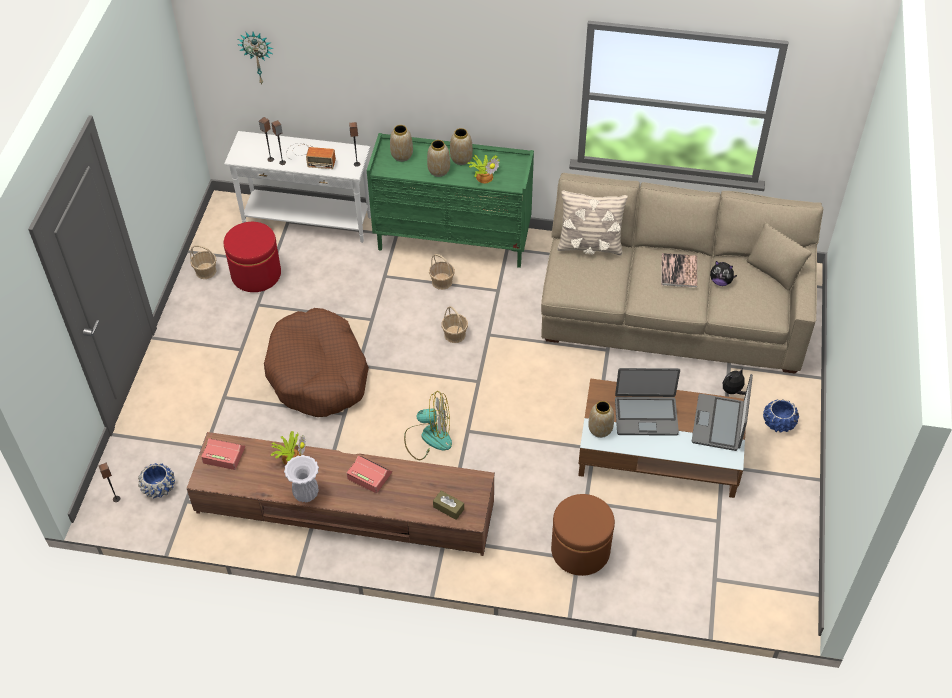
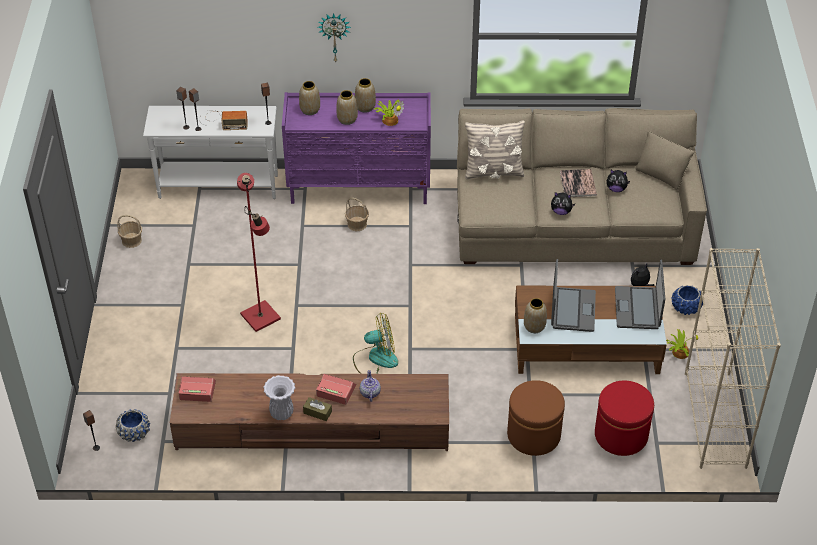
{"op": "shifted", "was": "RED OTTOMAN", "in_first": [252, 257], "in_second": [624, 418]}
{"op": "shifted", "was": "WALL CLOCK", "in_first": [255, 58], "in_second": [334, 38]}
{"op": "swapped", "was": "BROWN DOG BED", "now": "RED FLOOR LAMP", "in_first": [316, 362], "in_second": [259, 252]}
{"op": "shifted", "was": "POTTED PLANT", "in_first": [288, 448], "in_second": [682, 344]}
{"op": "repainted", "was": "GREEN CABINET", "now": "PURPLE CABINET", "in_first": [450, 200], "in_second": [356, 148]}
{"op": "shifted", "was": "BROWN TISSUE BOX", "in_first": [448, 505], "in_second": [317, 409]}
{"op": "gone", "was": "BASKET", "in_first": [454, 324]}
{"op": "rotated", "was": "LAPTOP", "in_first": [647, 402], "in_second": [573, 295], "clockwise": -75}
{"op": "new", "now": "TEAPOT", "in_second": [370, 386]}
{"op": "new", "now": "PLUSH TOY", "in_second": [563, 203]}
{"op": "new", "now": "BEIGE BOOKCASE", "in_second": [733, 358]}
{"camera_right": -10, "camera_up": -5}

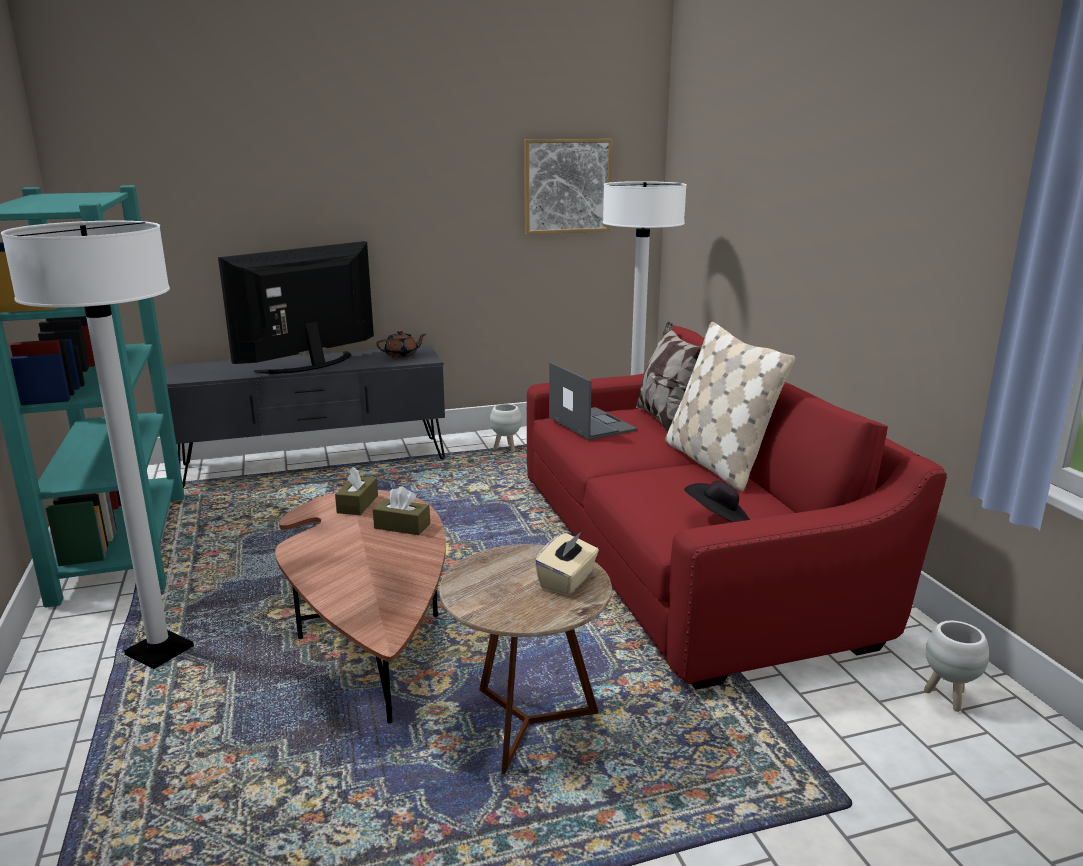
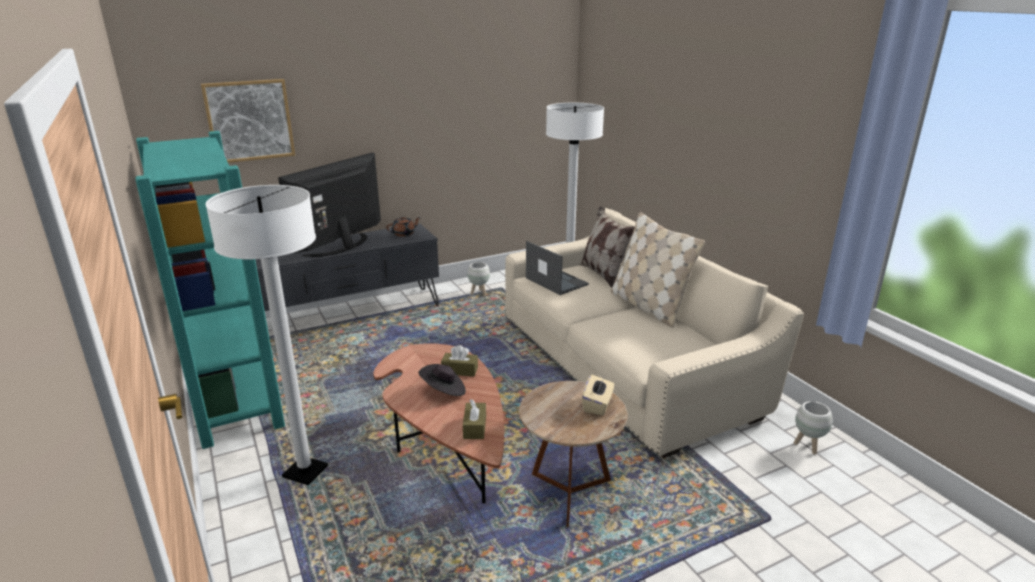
{"op": "shifted", "was": "BROWN TISSUE BOX", "in_first": [356, 491], "in_second": [474, 419]}
{"op": "shifted", "was": "PICTURE", "in_first": [568, 186], "in_second": [248, 121]}
{"op": "repainted", "was": "RED SOFA", "now": "BEIGE SOFA", "in_first": [737, 507], "in_second": [654, 333]}
{"op": "shifted", "was": "BLACK HAT", "in_first": [717, 501], "in_second": [442, 380]}
{"camera_right": -10, "camera_up": 5}

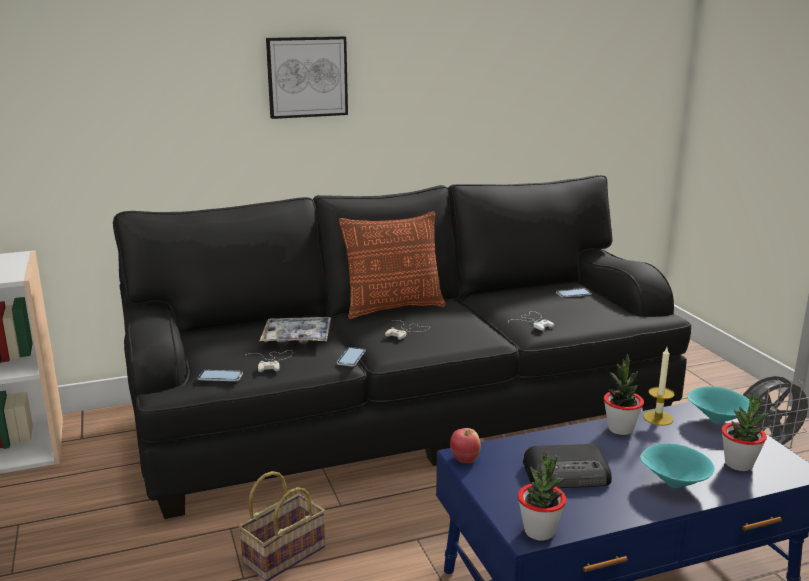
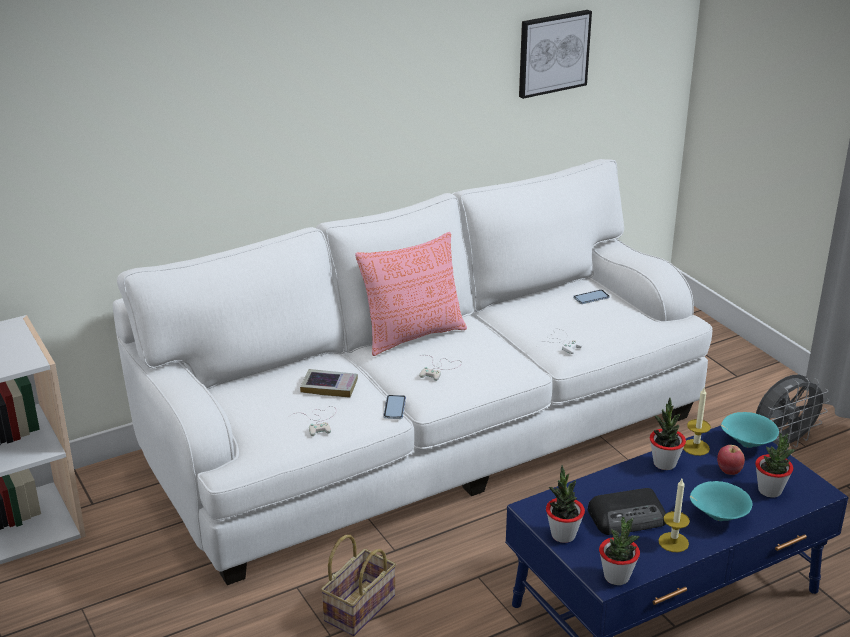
{"op": "repainted", "was": "BLACK SOFA", "now": "WHITE SOFA", "in_first": [402, 347], "in_second": [413, 372]}
{"op": "gone", "was": "PHONE", "in_first": [220, 375]}
{"op": "swapped", "was": "TRAY", "now": "BOOK", "in_first": [295, 330], "in_second": [329, 383]}
{"op": "shifted", "was": "PICTURE", "in_first": [307, 77], "in_second": [555, 54]}
{"op": "repainted", "was": "BROWN PILLOW", "now": "PINK PILLOW", "in_first": [392, 265], "in_second": [411, 294]}
{"op": "shifted", "was": "APPLE", "in_first": [465, 445], "in_second": [731, 460]}
{"op": "new", "now": "POTTED PLANT", "in_second": [565, 504]}
{"op": "new", "now": "CANDLE", "in_second": [674, 515]}
{"camera_right": -10, "camera_up": 10}

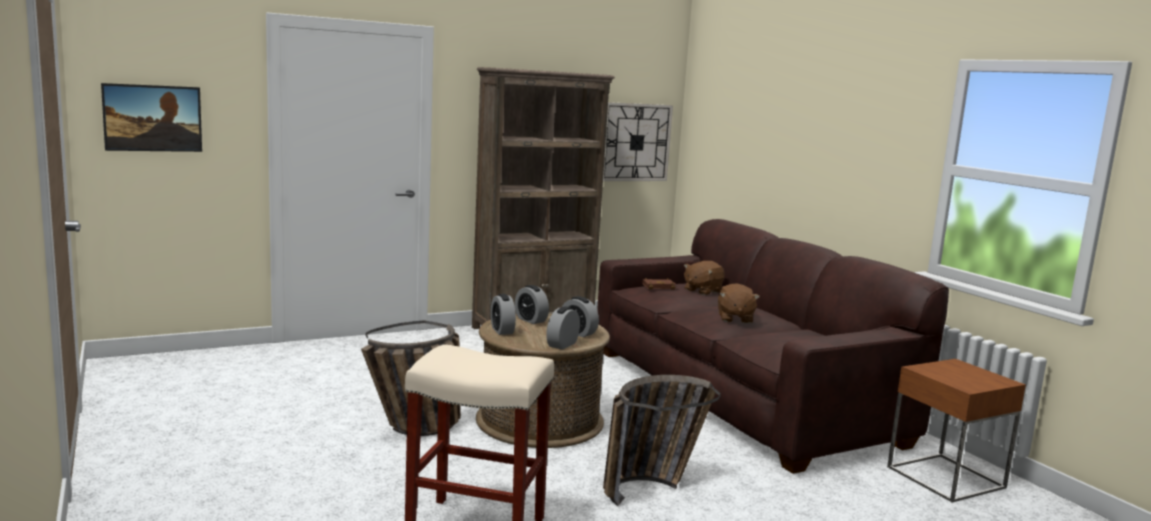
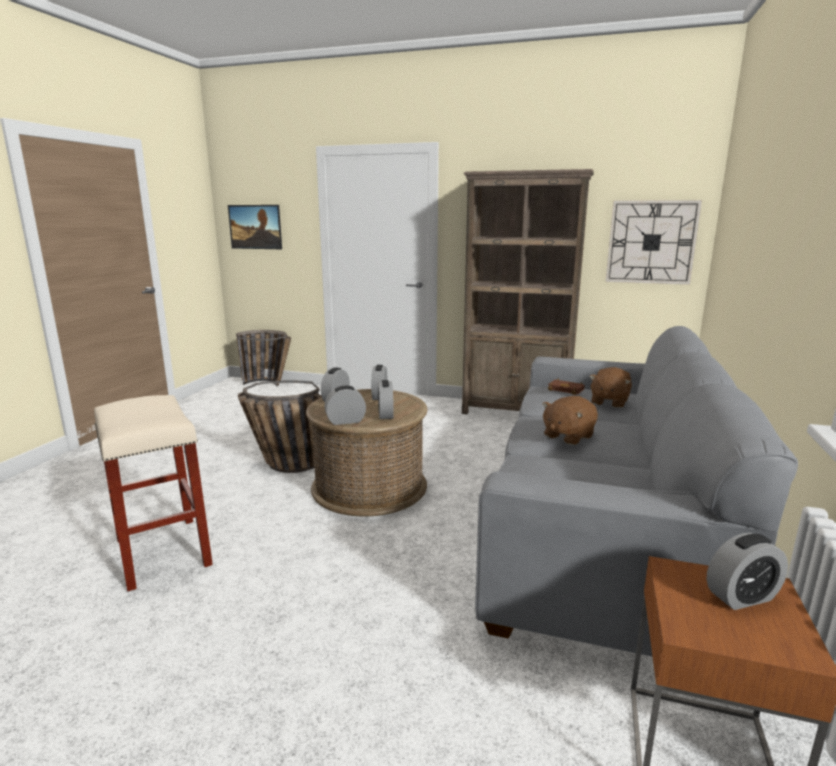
{"op": "repainted", "was": "BROWN SOFA", "now": "GREY SOFA", "in_first": [773, 346], "in_second": [636, 491]}
{"op": "shifted", "was": "BASKET", "in_first": [662, 440], "in_second": [263, 358]}
{"op": "rotated", "was": "BROWN PLUSH TOY", "in_first": [704, 278], "in_second": [610, 387], "clockwise": -60}
{"op": "new", "now": "ALARM CLOCK", "in_second": [747, 571]}
{"camera_right": 45, "camera_up": 5}

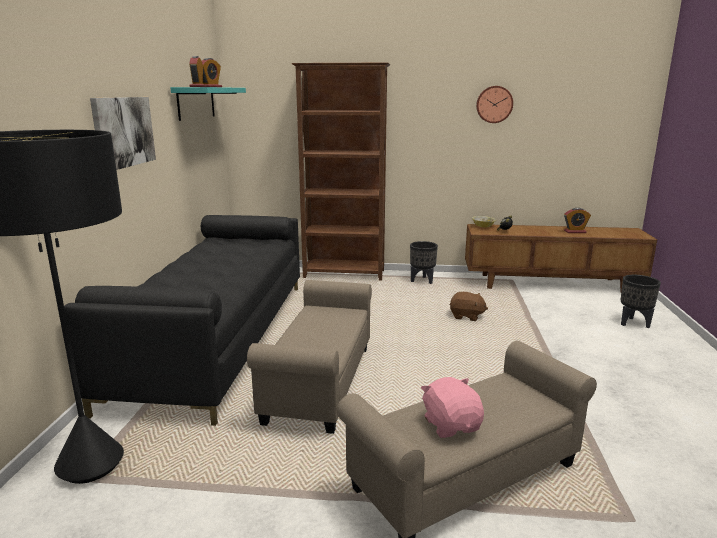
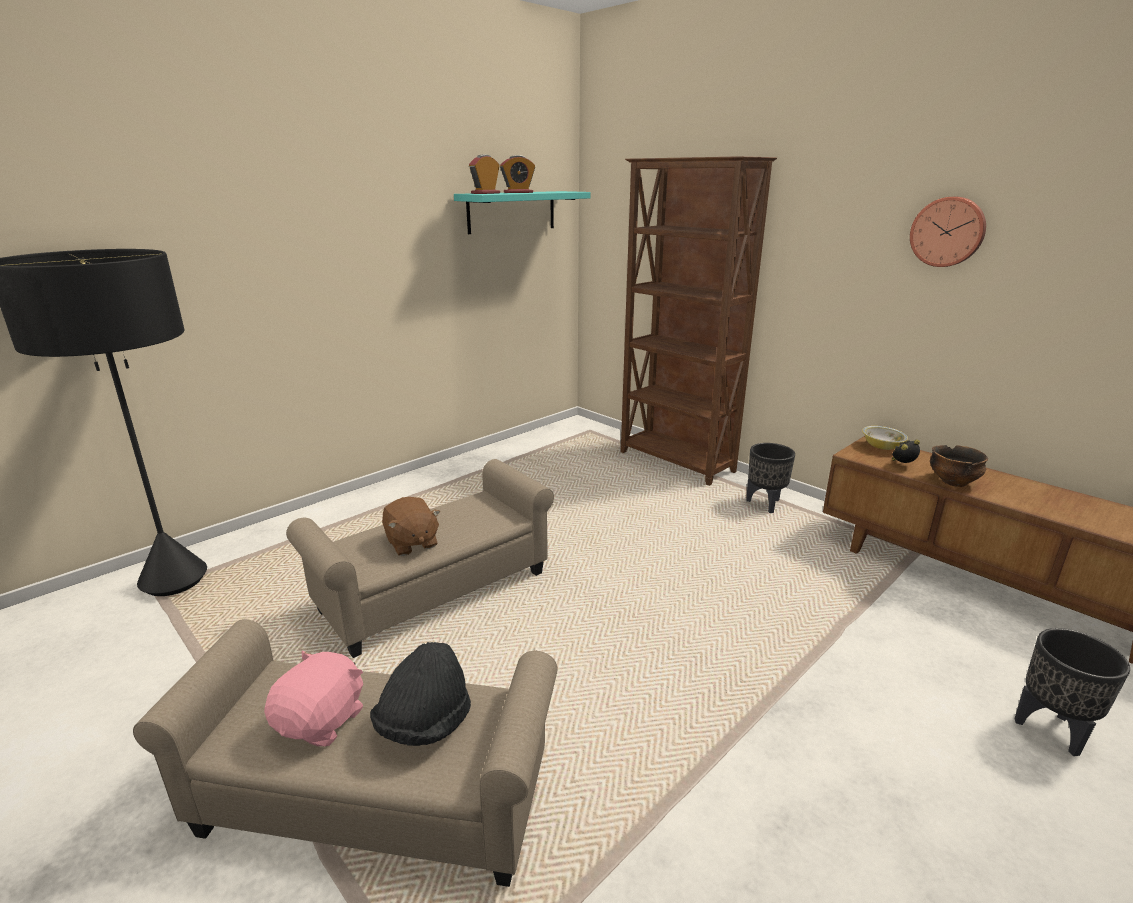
{"op": "gone", "was": "BLACK SOFA", "in_first": [182, 320]}
{"op": "gone", "was": "PICTURE", "in_first": [123, 133]}
{"op": "shifted", "was": "BROWN PLUSH TOY", "in_first": [469, 306], "in_second": [411, 526]}
{"op": "gone", "was": "ALARM CLOCK", "in_first": [577, 220]}
{"op": "new", "now": "BLACK HAT", "in_second": [420, 694]}
{"op": "new", "now": "BOWL", "in_second": [959, 466]}
{"camera_right": 40, "camera_up": 5}

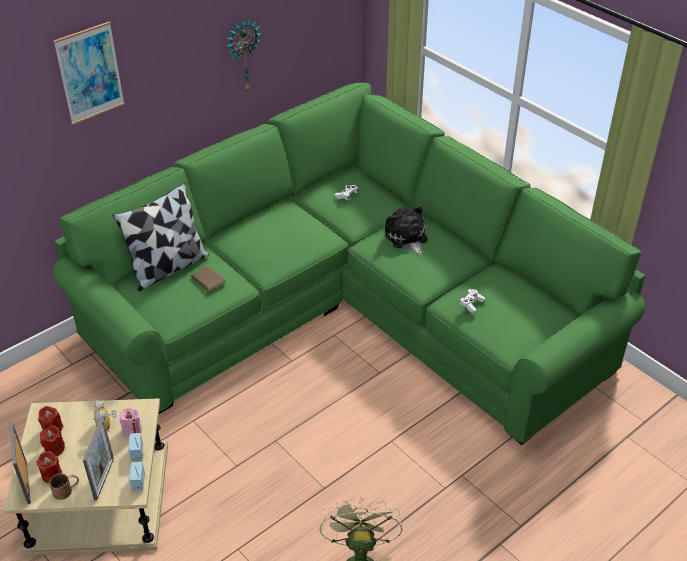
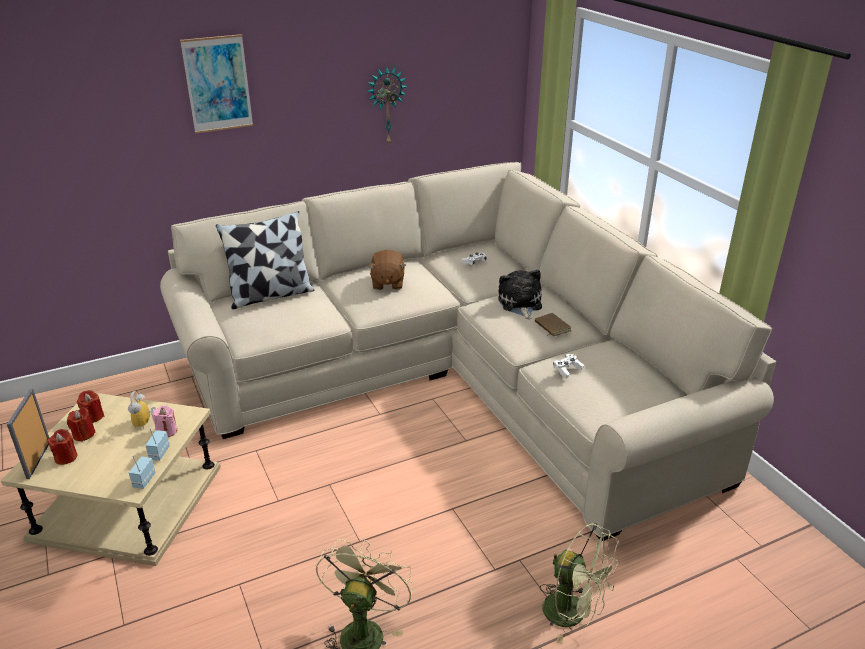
{"op": "gone", "was": "BROWN MUG", "in_first": [64, 486]}
{"op": "repainted", "was": "GREEN SOFA", "now": "BEIGE SOFA", "in_first": [349, 264], "in_second": [468, 351]}
{"op": "gone", "was": "PICTURE FRAME", "in_first": [98, 459]}
{"op": "shifted", "was": "BROWN BOOK", "in_first": [208, 279], "in_second": [553, 325]}
{"op": "new", "now": "BROWN PLUSH TOY", "in_second": [387, 270]}
{"op": "new", "now": "GREEN FAN", "in_second": [579, 583]}
{"camera_right": 15, "camera_up": -10}

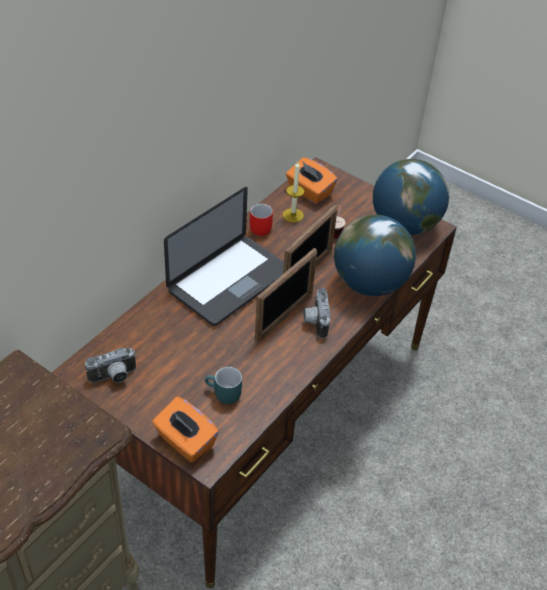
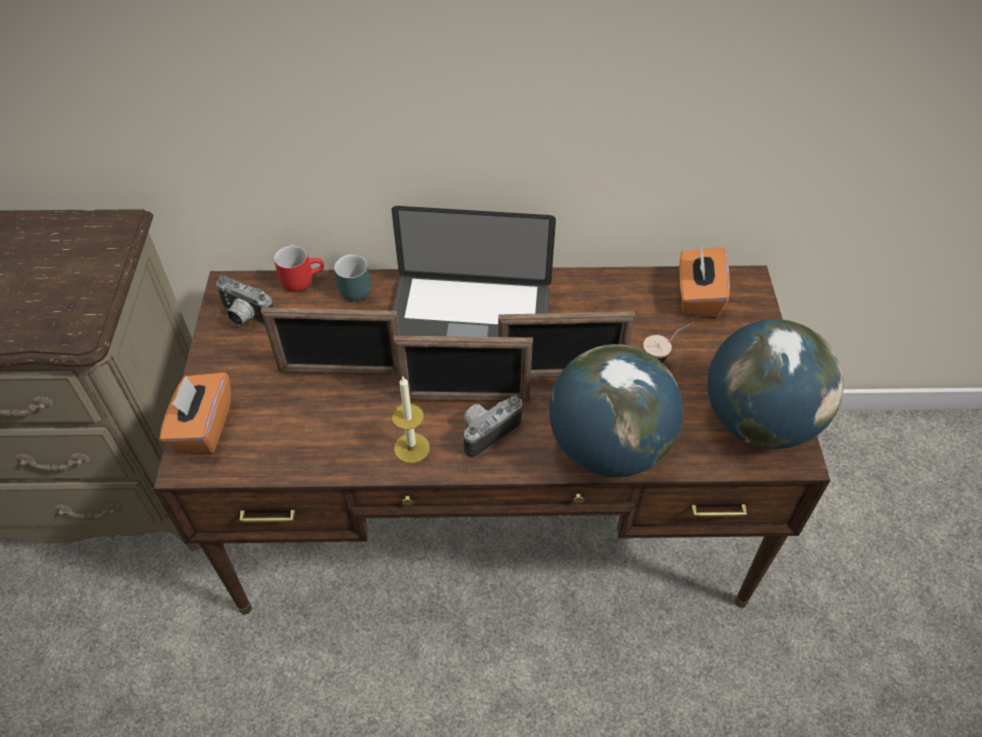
{"op": "shifted", "was": "TURQUOISE MUG", "in_first": [223, 385], "in_second": [352, 278]}
{"op": "shifted", "was": "RED MUG", "in_first": [261, 220], "in_second": [299, 268]}
{"op": "shifted", "was": "CANDLE", "in_first": [294, 192], "in_second": [411, 420]}
{"op": "new", "now": "PICTURE FRAME", "in_second": [330, 341]}
{"camera_right": 55, "camera_up": 5}

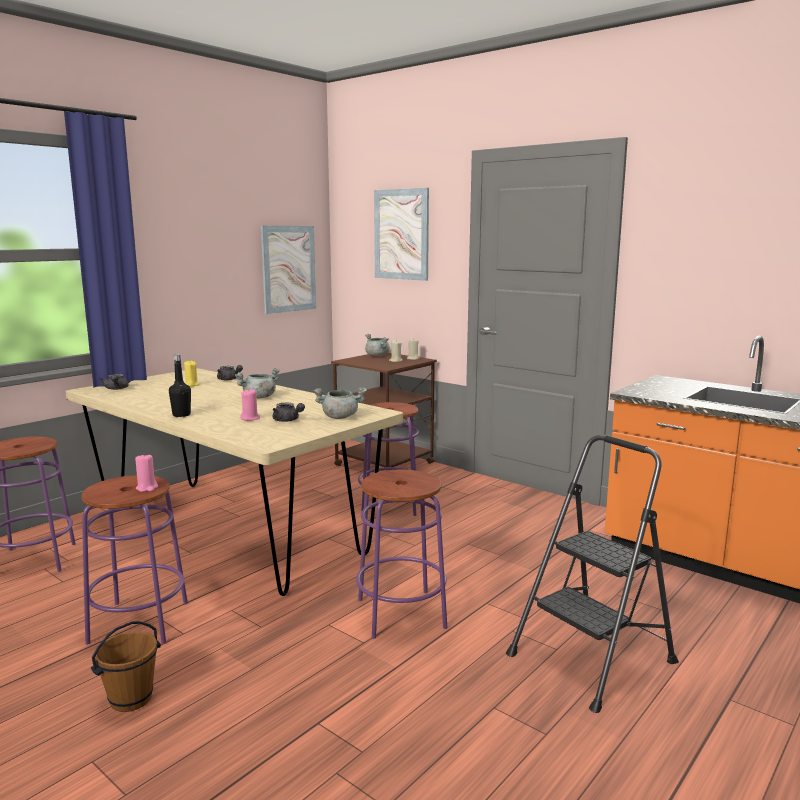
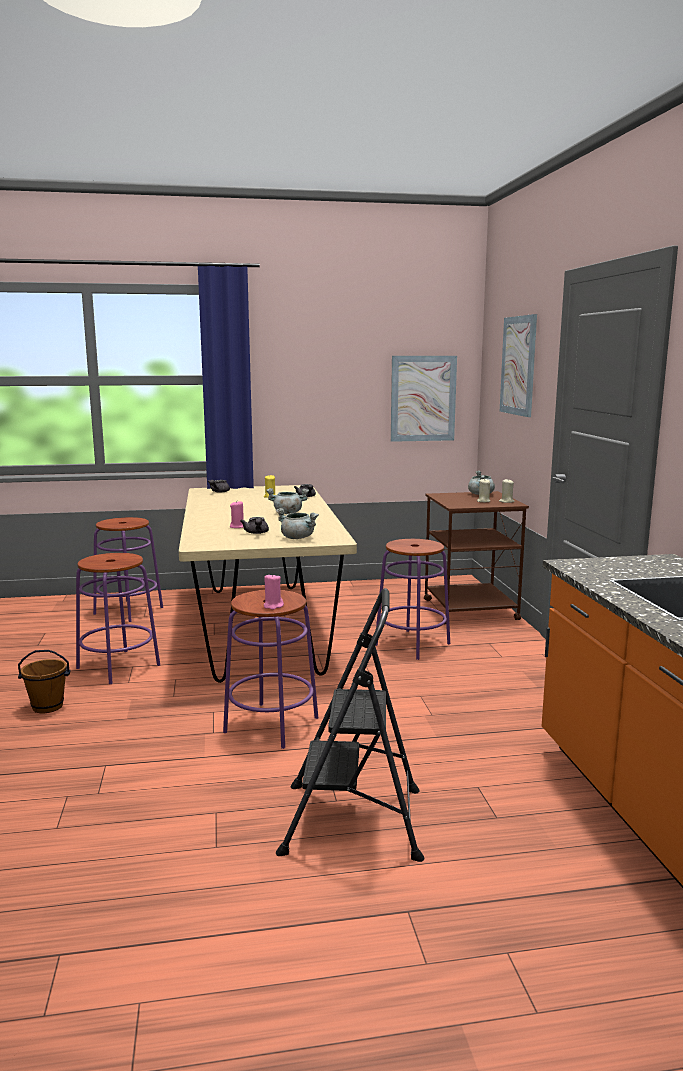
{"op": "shifted", "was": "PINK CANDLE", "in_first": [146, 473], "in_second": [274, 591]}
{"op": "gone", "was": "BLACK BOTTLE", "in_first": [180, 385]}
{"camera_right": 40, "camera_up": 0}

